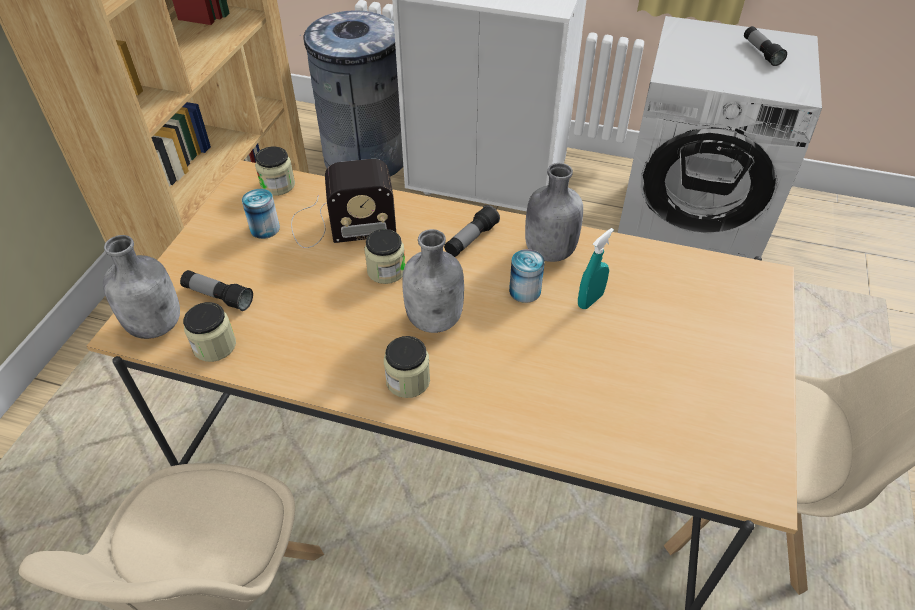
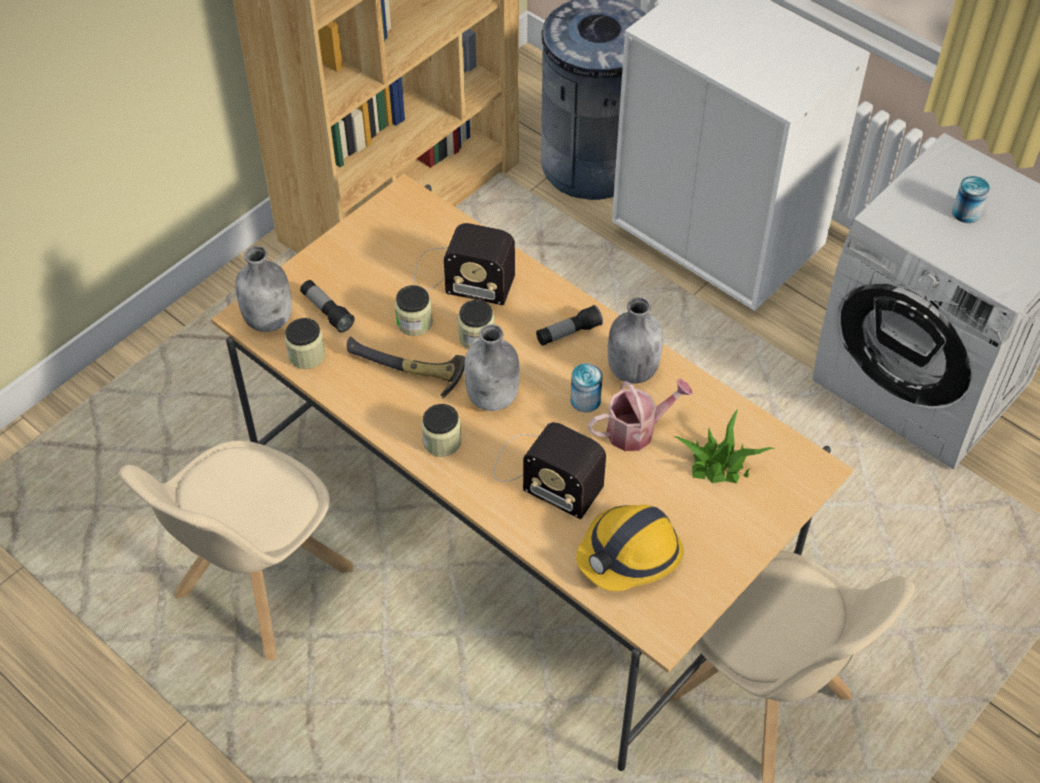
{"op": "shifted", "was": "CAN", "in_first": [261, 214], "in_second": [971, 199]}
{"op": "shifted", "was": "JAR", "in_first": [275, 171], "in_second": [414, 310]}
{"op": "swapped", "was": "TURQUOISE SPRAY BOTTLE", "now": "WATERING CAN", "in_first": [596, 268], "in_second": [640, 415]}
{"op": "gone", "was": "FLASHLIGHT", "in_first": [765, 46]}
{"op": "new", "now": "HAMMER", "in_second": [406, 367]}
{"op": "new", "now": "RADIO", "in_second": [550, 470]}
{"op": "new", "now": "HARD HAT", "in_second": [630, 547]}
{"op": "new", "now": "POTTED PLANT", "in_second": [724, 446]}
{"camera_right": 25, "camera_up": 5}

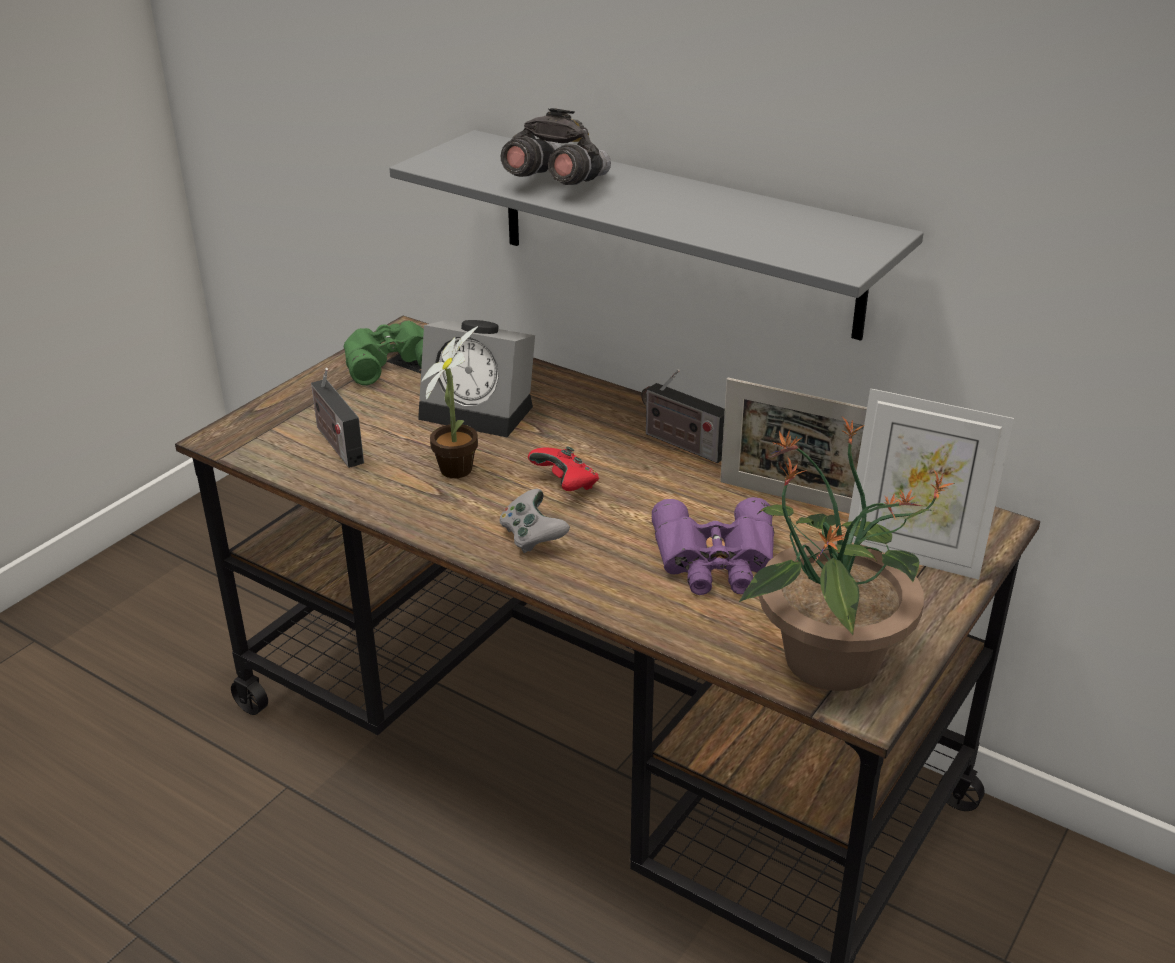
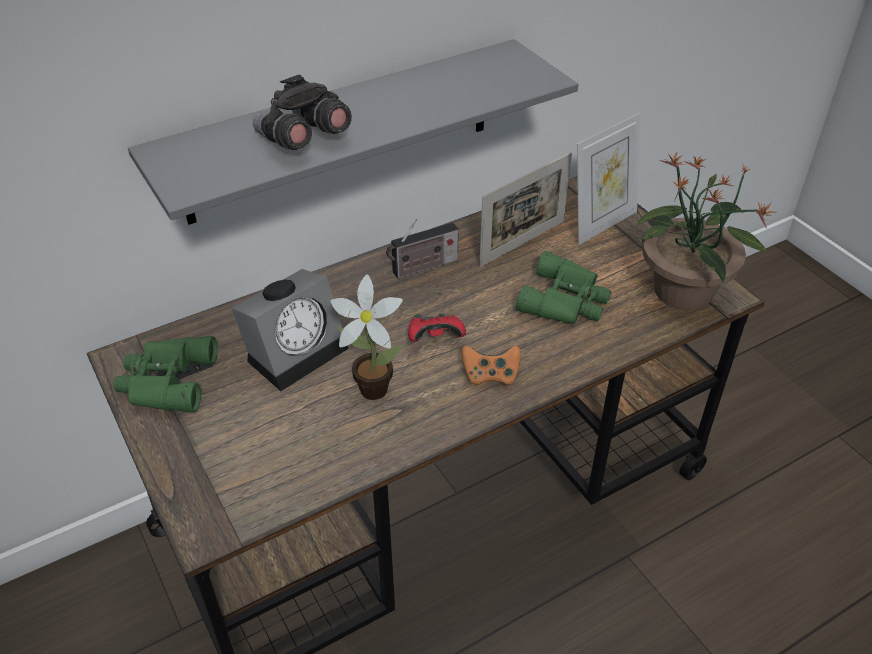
{"op": "gone", "was": "RADIO", "in_first": [337, 418]}
{"op": "repainted", "was": "GREY GAME CONTROLLER", "now": "ORANGE GAME CONTROLLER", "in_first": [535, 521], "in_second": [491, 366]}
{"op": "repainted", "was": "PURPLE BINOCULARS", "now": "GREEN BINOCULARS", "in_first": [713, 546], "in_second": [563, 287]}
{"camera_right": -65, "camera_up": 10}

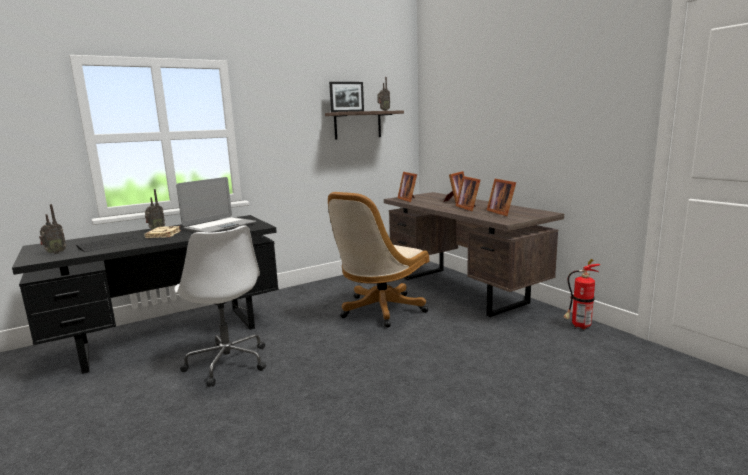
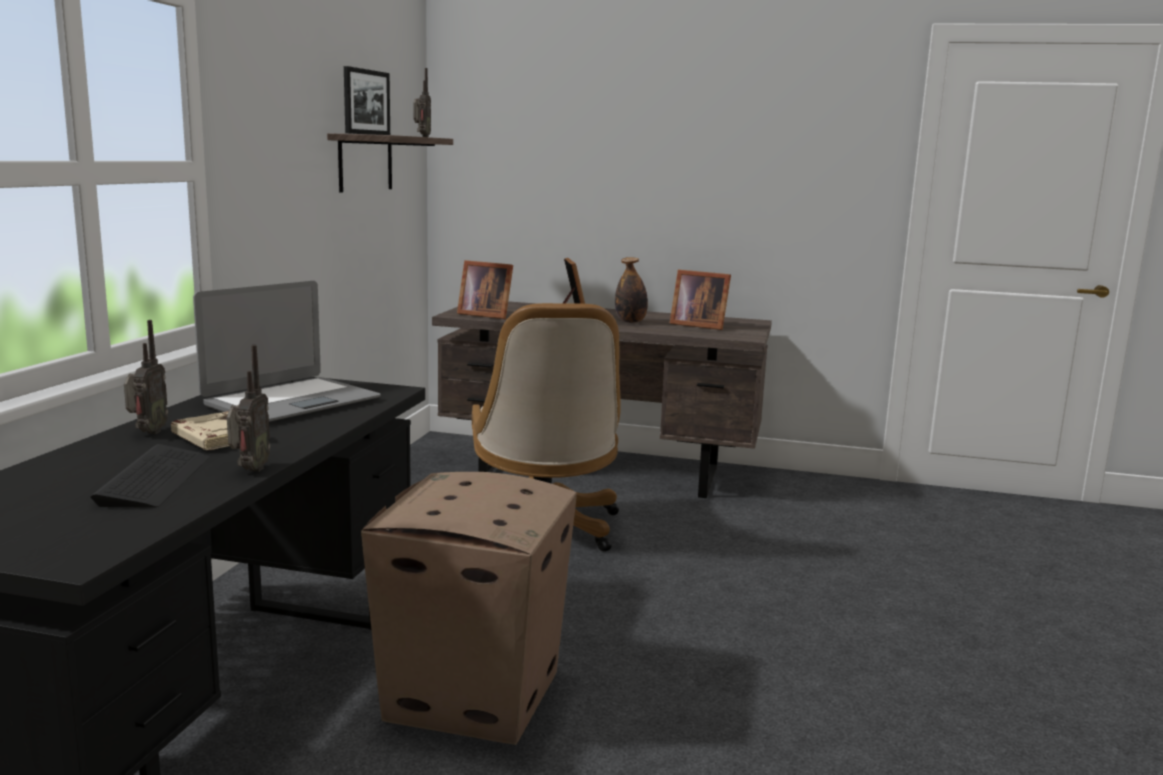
{"op": "shifted", "was": "RADIO", "in_first": [52, 229], "in_second": [248, 408]}
{"op": "swapped", "was": "WHITE OFFICE CHAIR", "now": "CARDBOARD BOX", "in_first": [220, 305], "in_second": [469, 608]}
{"op": "rotated", "was": "LAPTOP", "in_first": [216, 204], "in_second": [287, 351], "clockwise": 45}
{"op": "swapped", "was": "PICTURE FRAME", "now": "BOTTLE", "in_first": [468, 193], "in_second": [631, 290]}
{"op": "gone", "was": "FIRE EXTINGUISHER", "in_first": [582, 294]}
{"camera_right": -45, "camera_up": 0}

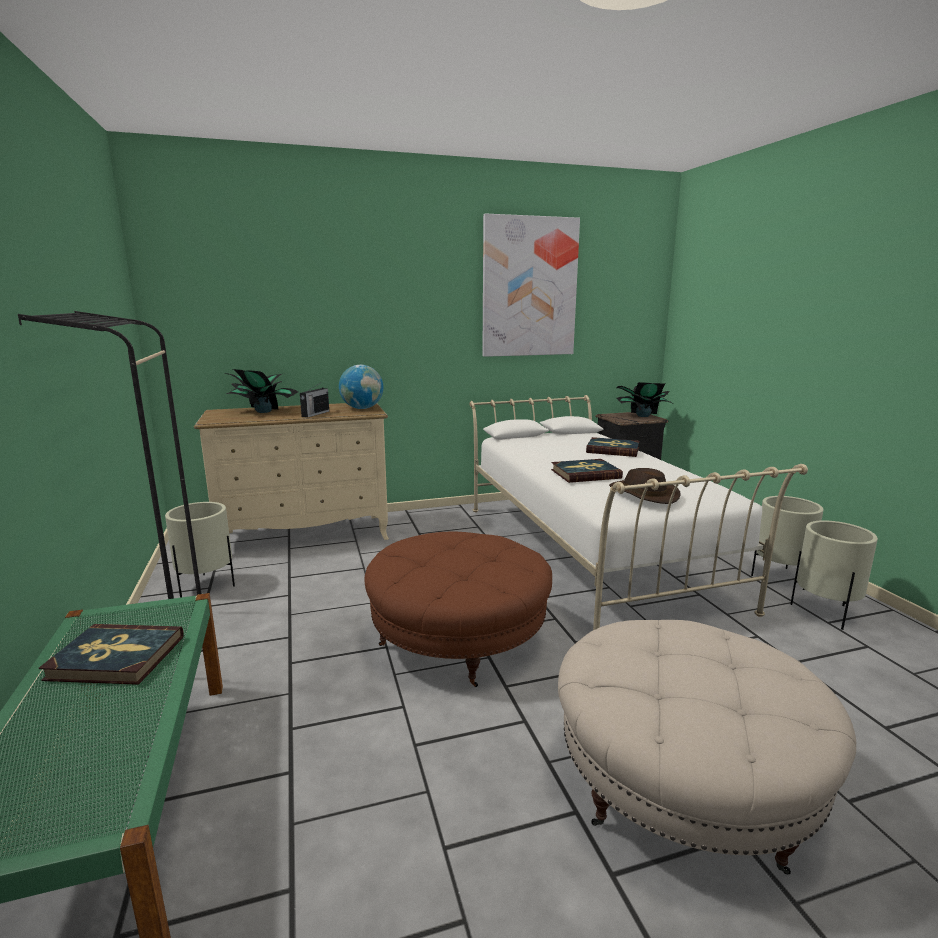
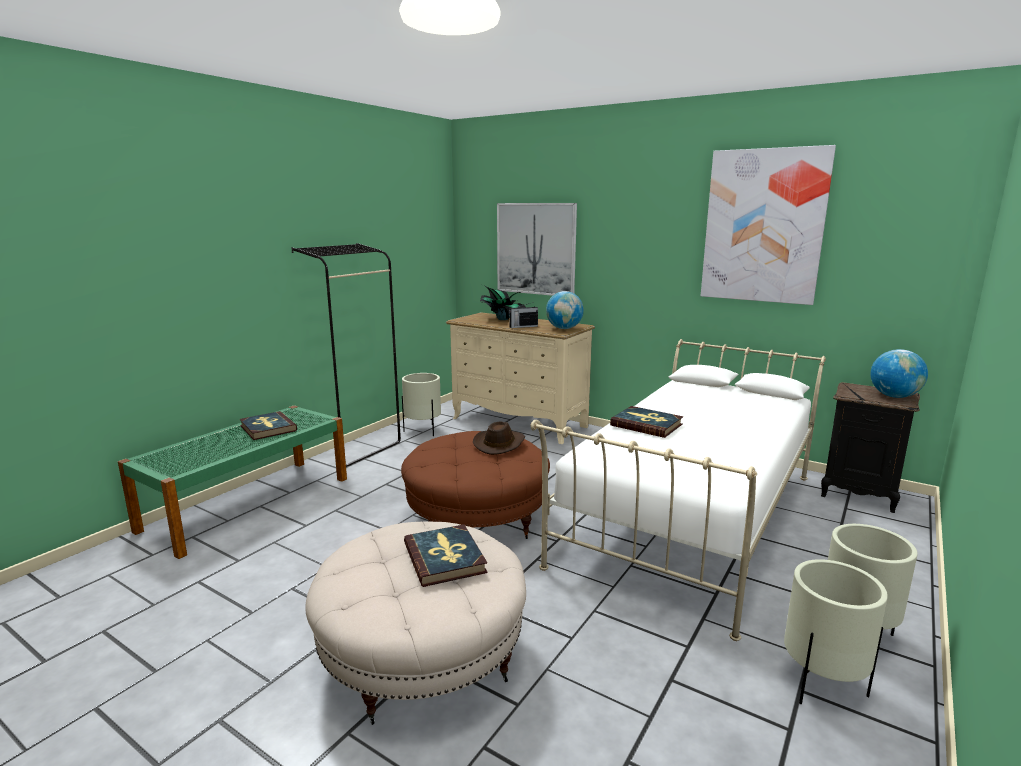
{"op": "shifted", "was": "BOOK", "in_first": [613, 447], "in_second": [445, 555]}
{"op": "shifted", "was": "BROWN HAT", "in_first": [644, 486], "in_second": [499, 438]}
{"op": "swapped", "was": "POTTED PLANT", "now": "GLOBE", "in_first": [644, 399], "in_second": [899, 373]}
{"op": "new", "now": "PICTURE", "in_second": [537, 249]}
{"camera_right": 50, "camera_up": 0}

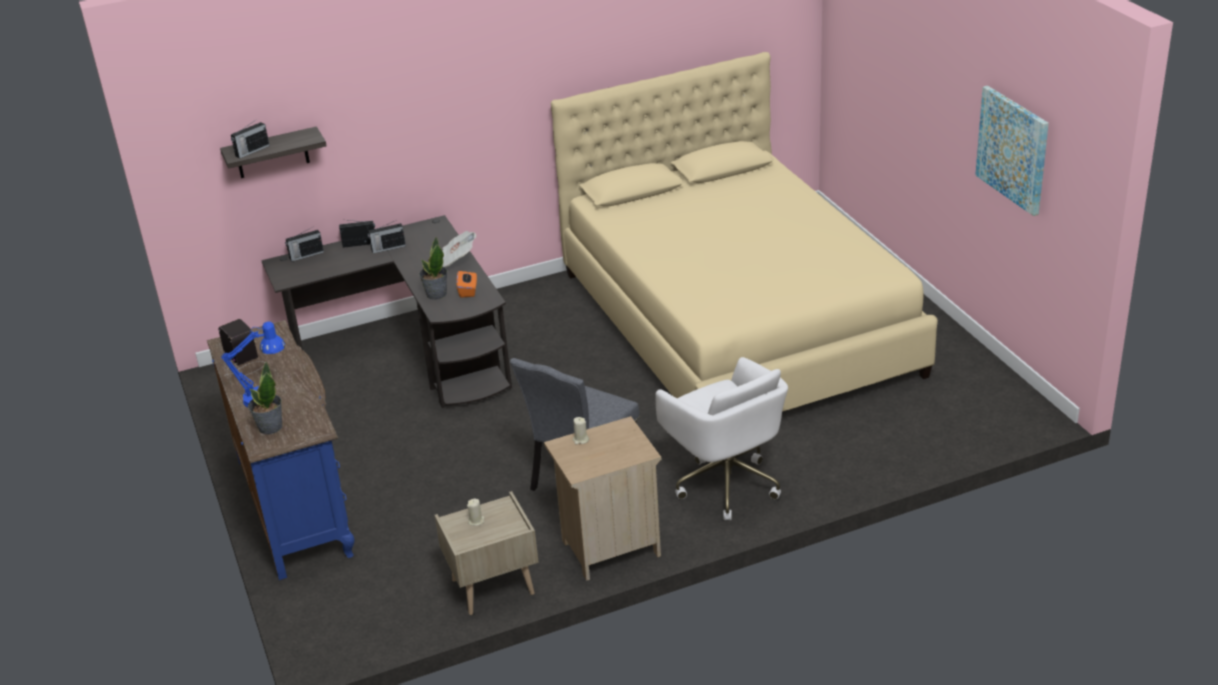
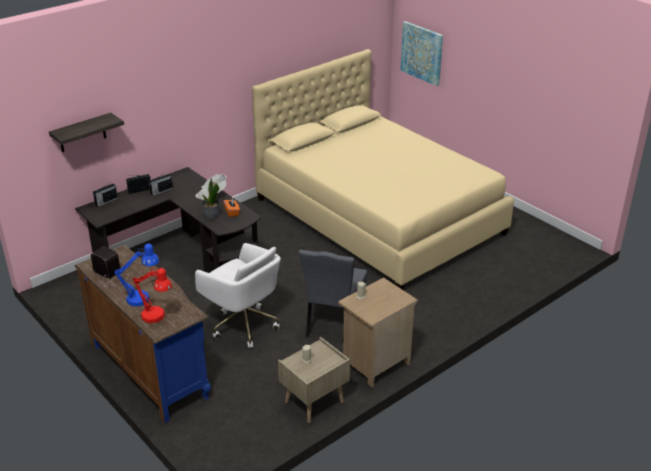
{"op": "gone", "was": "RADIO", "in_first": [250, 139]}
{"op": "swapped", "was": "POTTED PLANT", "now": "RED TABLE LAMP", "in_first": [265, 398], "in_second": [152, 295]}
{"op": "shifted", "was": "WHITE OFFICE CHAIR", "in_first": [721, 438], "in_second": [238, 295]}
{"op": "shifted", "was": "PICTURE", "in_first": [1012, 151], "in_second": [422, 53]}
{"camera_right": -20, "camera_up": 0}

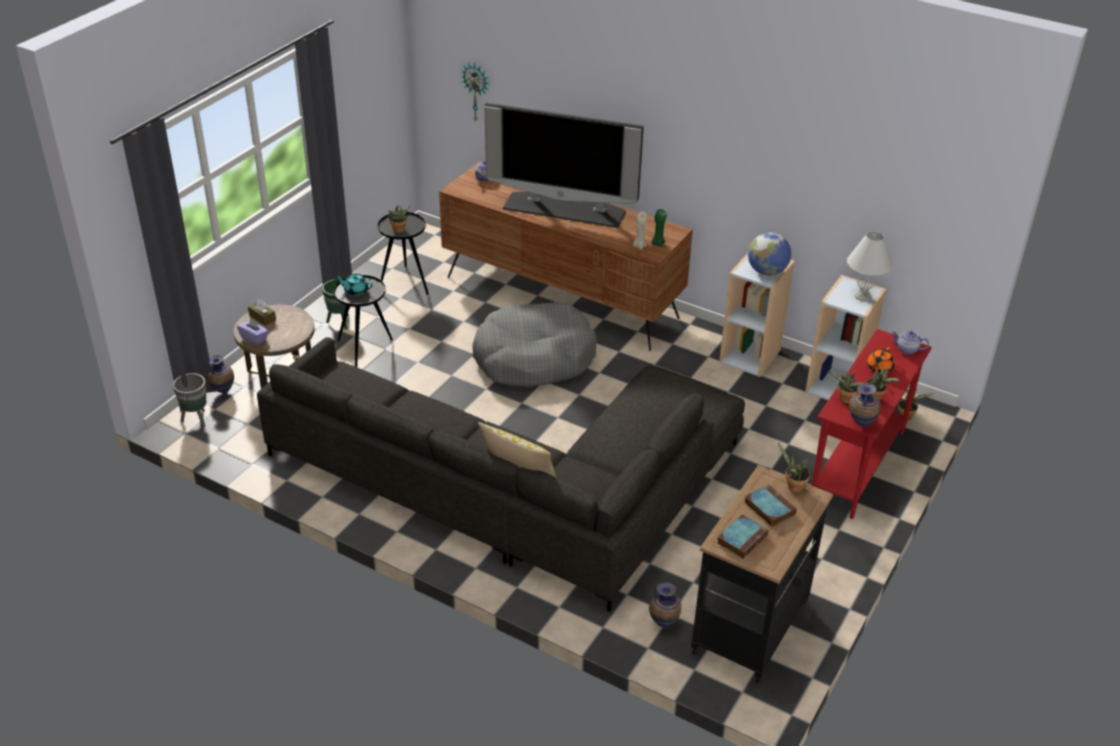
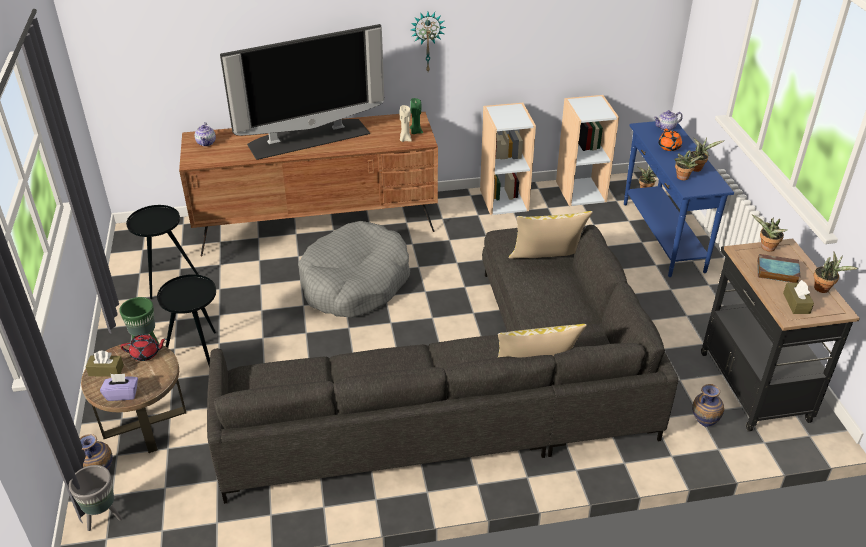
{"op": "gone", "was": "TURQUOISE TEAPOT", "in_first": [354, 285]}
{"op": "shifted", "was": "POTTED PLANT", "in_first": [398, 219], "in_second": [836, 272]}
{"op": "shifted", "was": "WALL CLOCK", "in_first": [474, 92], "in_second": [428, 41]}
{"op": "swapped", "was": "BOOK", "now": "BROWN TISSUE BOX", "in_first": [743, 537], "in_second": [798, 297]}
{"op": "gone", "was": "GLOBE", "in_first": [769, 253]}
{"op": "repainted", "was": "RED CONSOLE TABLE", "now": "BLUE CONSOLE TABLE", "in_first": [872, 424], "in_second": [679, 199]}
{"op": "gone", "was": "WHITE TABLE LAMP", "in_first": [869, 266]}
{"op": "gone", "was": "VASE", "in_first": [865, 405]}
{"op": "new", "now": "RED TEAPOT", "in_second": [143, 347]}
{"op": "new", "now": "PILLOW", "in_second": [550, 235]}
{"camera_right": -40, "camera_up": 0}

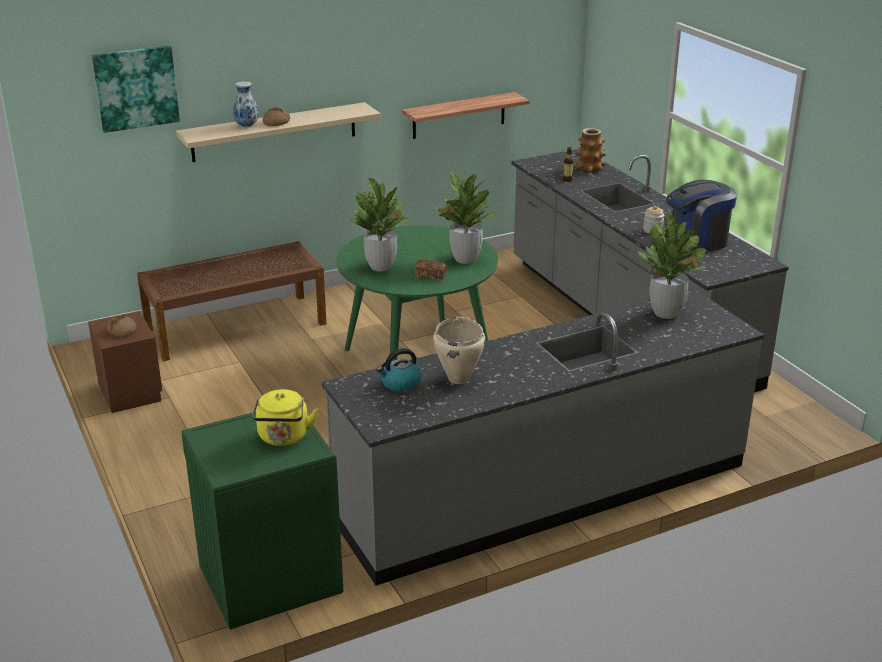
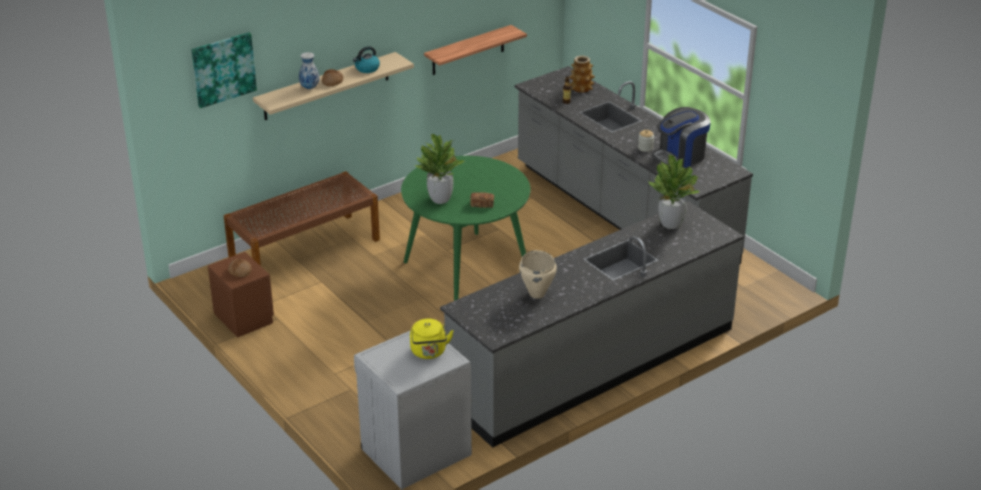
{"op": "repainted", "was": "GREEN WASHING MACHINE", "now": "WHITE WASHING MACHINE", "in_first": [263, 521], "in_second": [413, 410]}
{"op": "shifted", "was": "KETTLE", "in_first": [398, 370], "in_second": [366, 59]}
{"op": "gone", "was": "POTTED PLANT", "in_first": [467, 217]}
{"camera_right": -10, "camera_up": 5}

